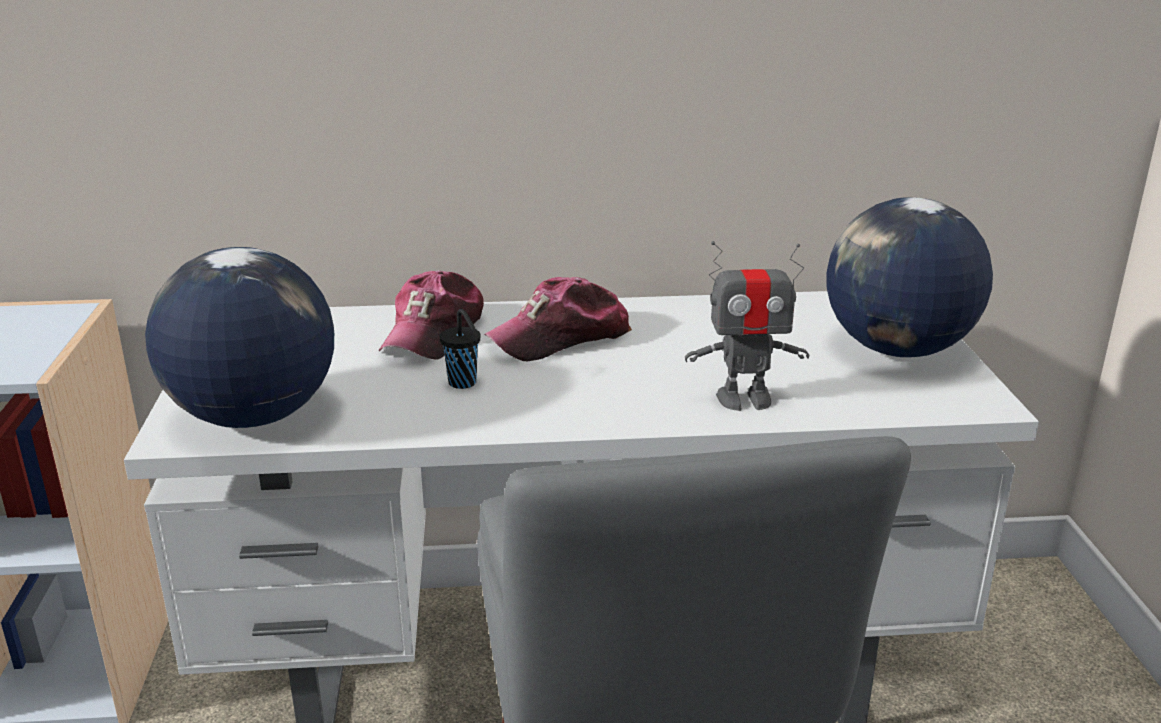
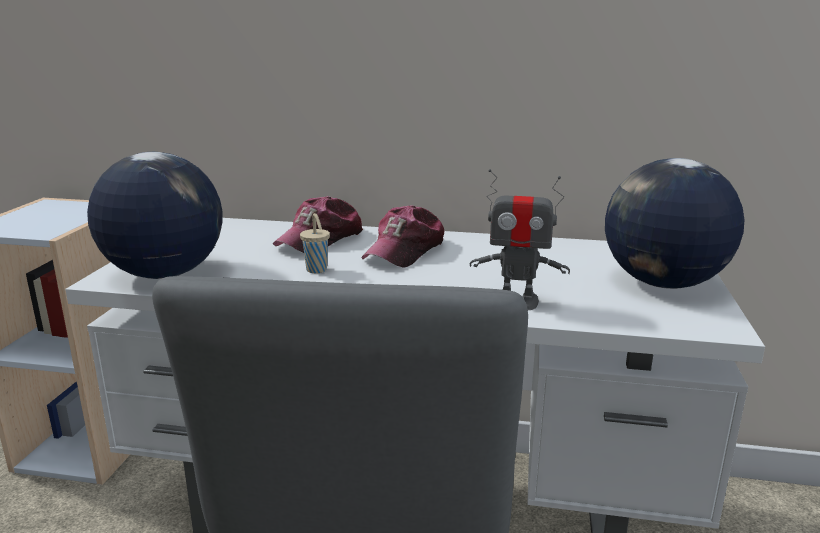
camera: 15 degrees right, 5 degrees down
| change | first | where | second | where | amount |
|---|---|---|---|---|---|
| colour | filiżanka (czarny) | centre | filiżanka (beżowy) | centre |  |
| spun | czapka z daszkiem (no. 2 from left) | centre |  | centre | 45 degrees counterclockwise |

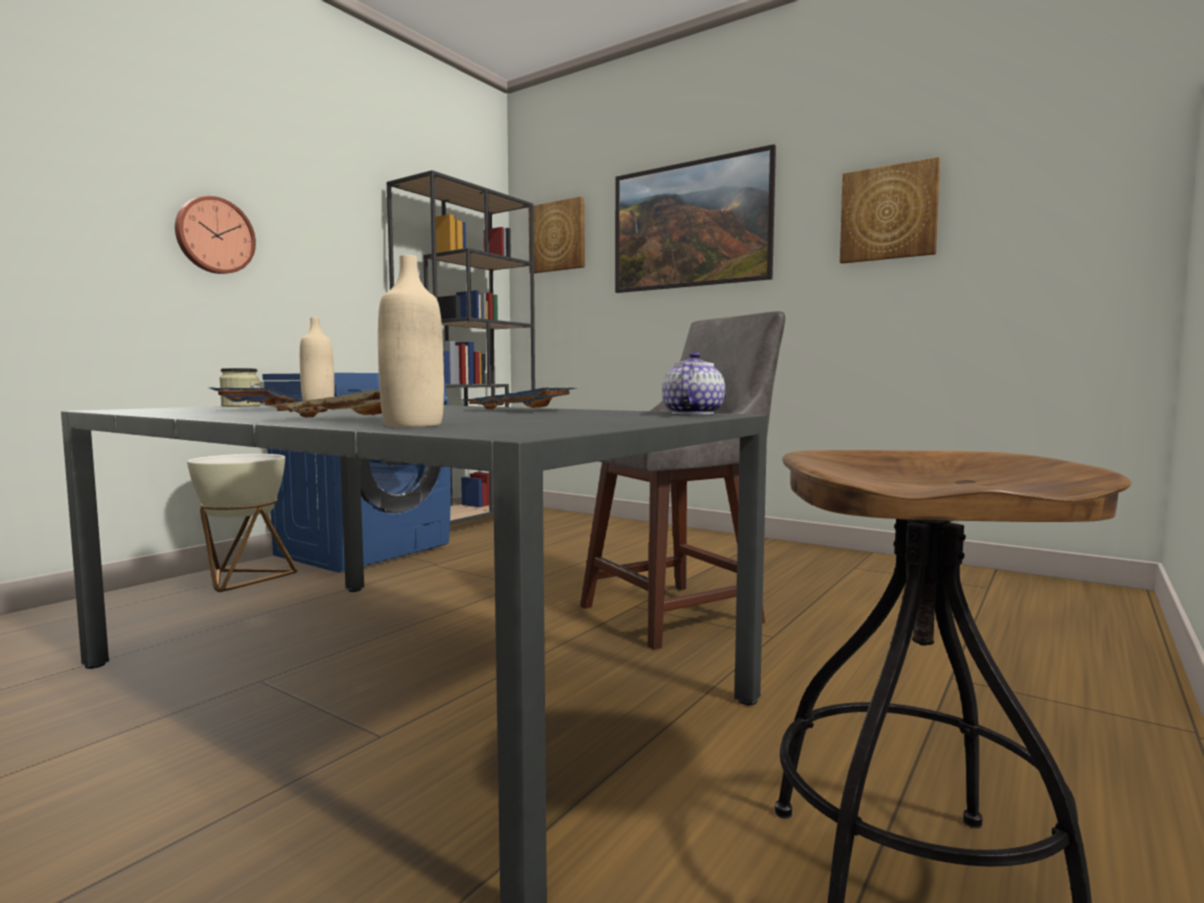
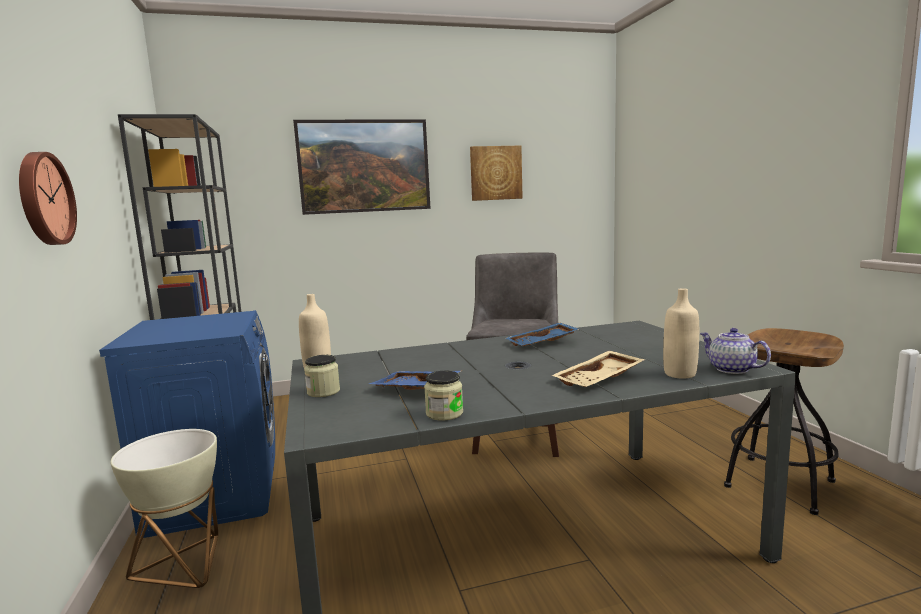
camera: 50 degrees left, 5 degrees up
| change | first | where | second | where | amount |
|---|---|---|---|---|---|
| missing | obraz (no. 1 from left) | top centre |  |  |  |
| relocated | imbryk | centre |  | middle right |  |
| appeared |  |  | słoik (no. 2 from left) | centre |  |

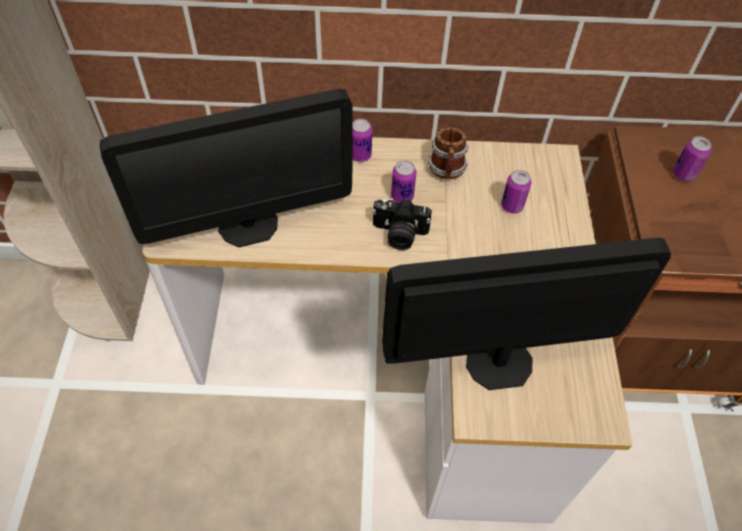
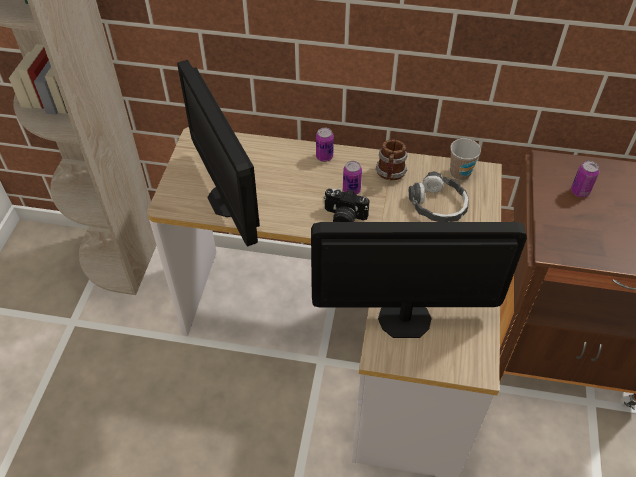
camera: 10 degrees right, 5 degrees down
| change | first | where | second | where | amount |
|---|---|---|---|---|---|
| spun | monitor (no. 1 from left) | top left |  | top centre | 75 degrees clockwise |
| exchanged | puszka (no. 3 from left) | middle right | słuchawki | middle right |  |
| appeared |  |  | filiżanka | middle right |  |

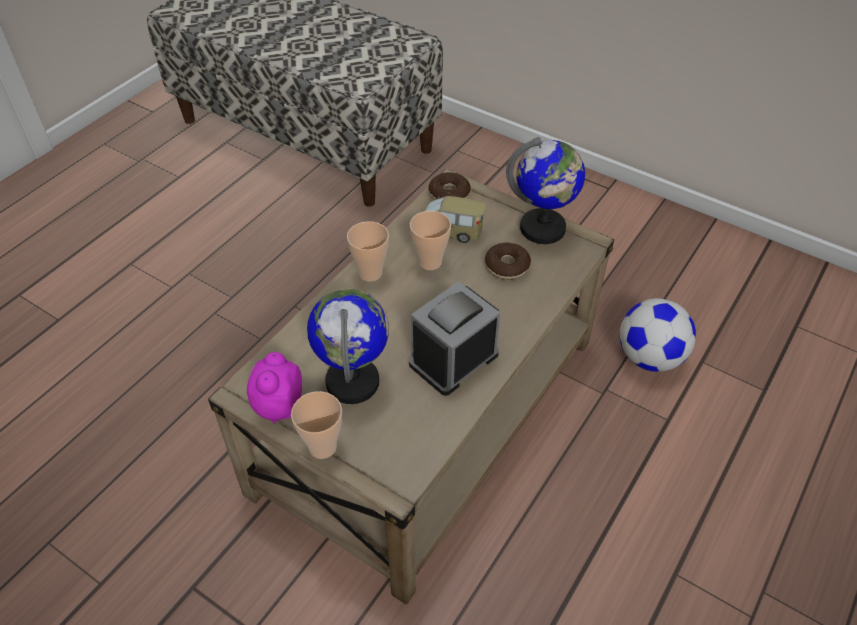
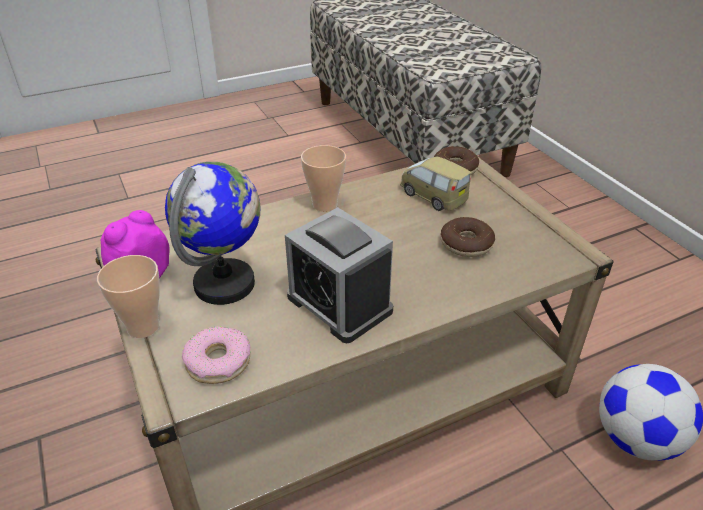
camera: 30 degrees right, 10 degrees down
| change | first | where | second | where | amount |
|---|---|---|---|---|---|
| spun | budzik (no. 2 from left) | centre |  | centre | 120 degrees counterclockwise |
| missing | filiżanka (no. 3 from left) | centre |  |  |  |
| missing | globus (no. 2 from left) | top centre |  |  |  |
| appeared |  |  | donut (no. 1 from left) | bottom left |  |

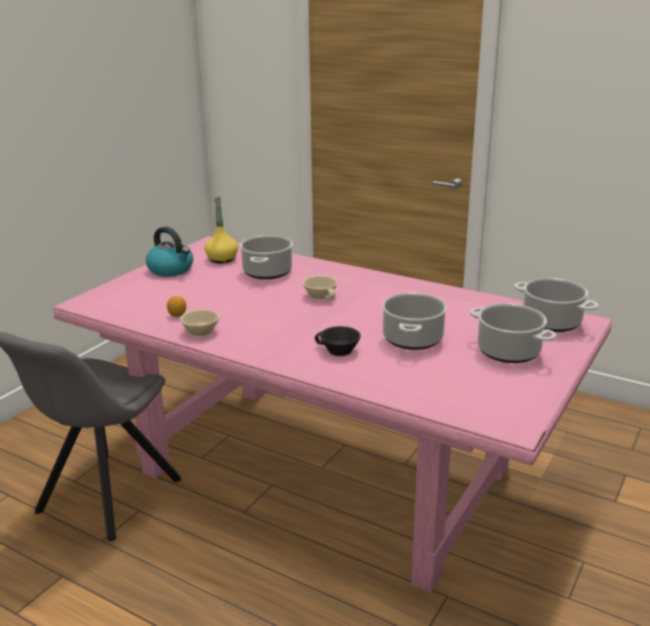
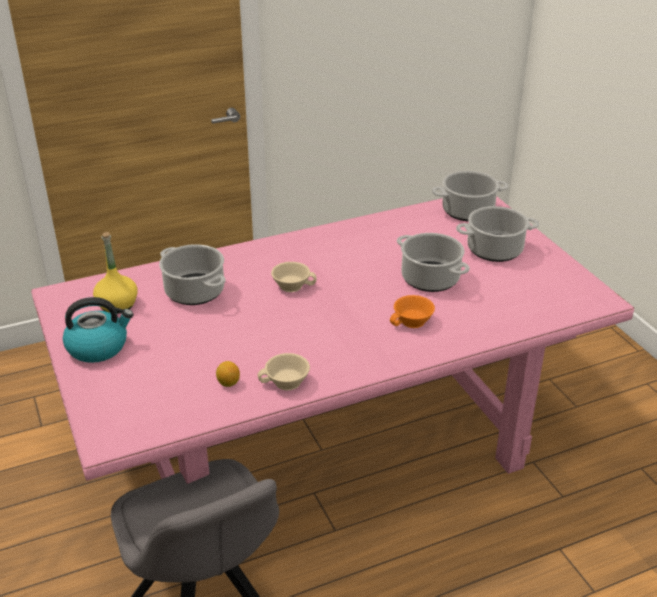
camera: 55 degrees left, 10 degrees up
| change | first | where | second | where | amount |
|---|---|---|---|---|---|
| colour | filiżanka (czarny) | centre | filiżanka (pomarańczowy) | centre |  |

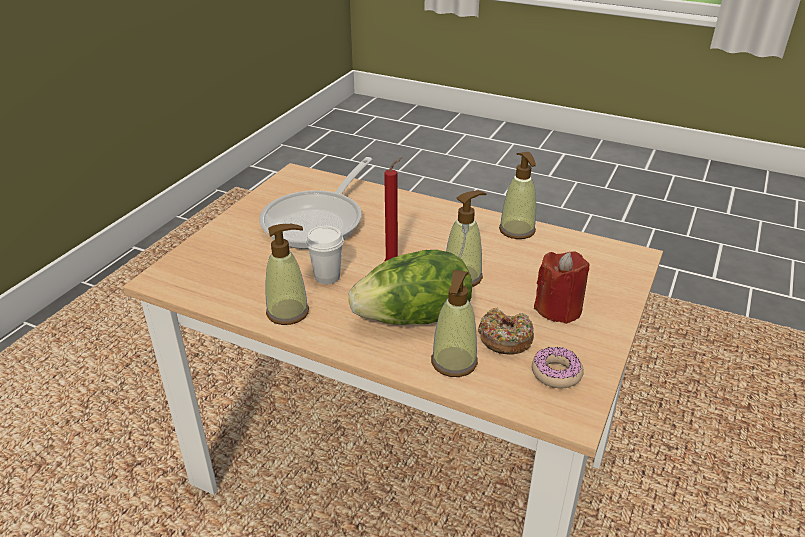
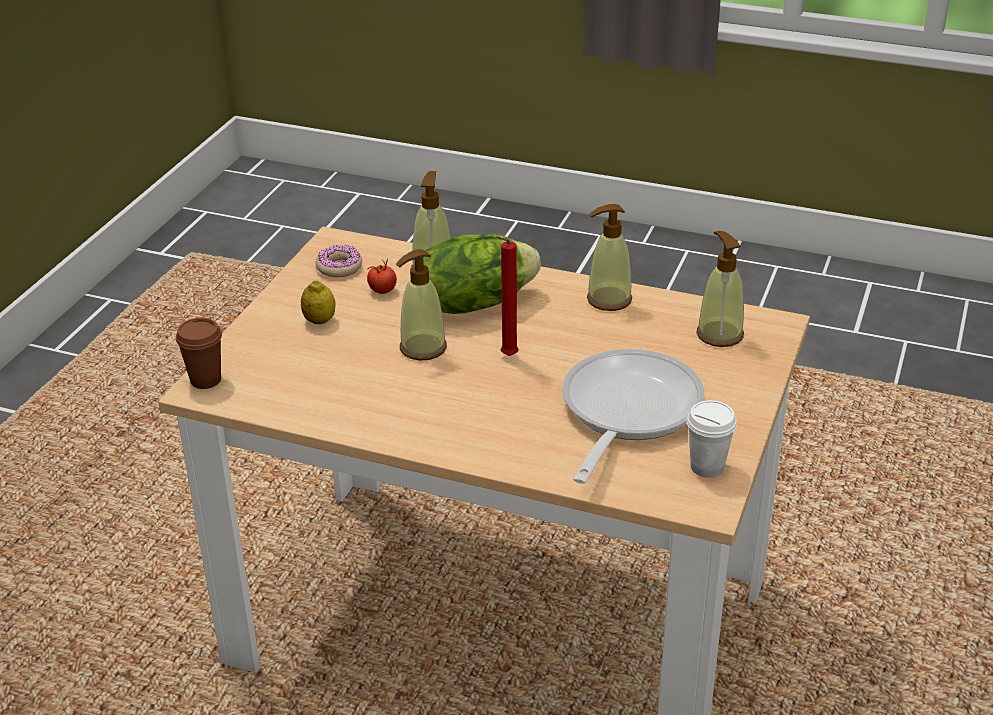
camera: 175 degrees right, 0 degrees up
| change | first | where | second | where | amount |
|---|---|---|---|---|---|
| relocated | filiżanka (biały) | centre |  | middle right |  |
| exchanged | donut (no. 1 from left) | centre | pomidor | centre |  |
| relocated | dozownik mydła (no. 4 from left) | centre |  | middle right |  |
| exchanged | świeca (czerwony) (no. 2 from left) | middle right | cytryna | middle left |  |
| appeared |  |  | filiżanka (brązowy) | middle left |  |

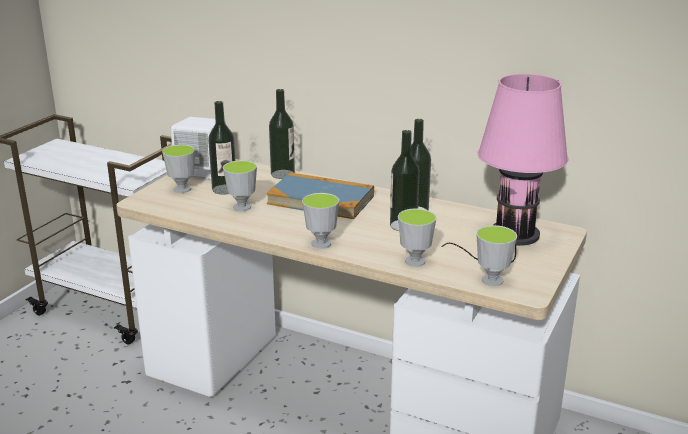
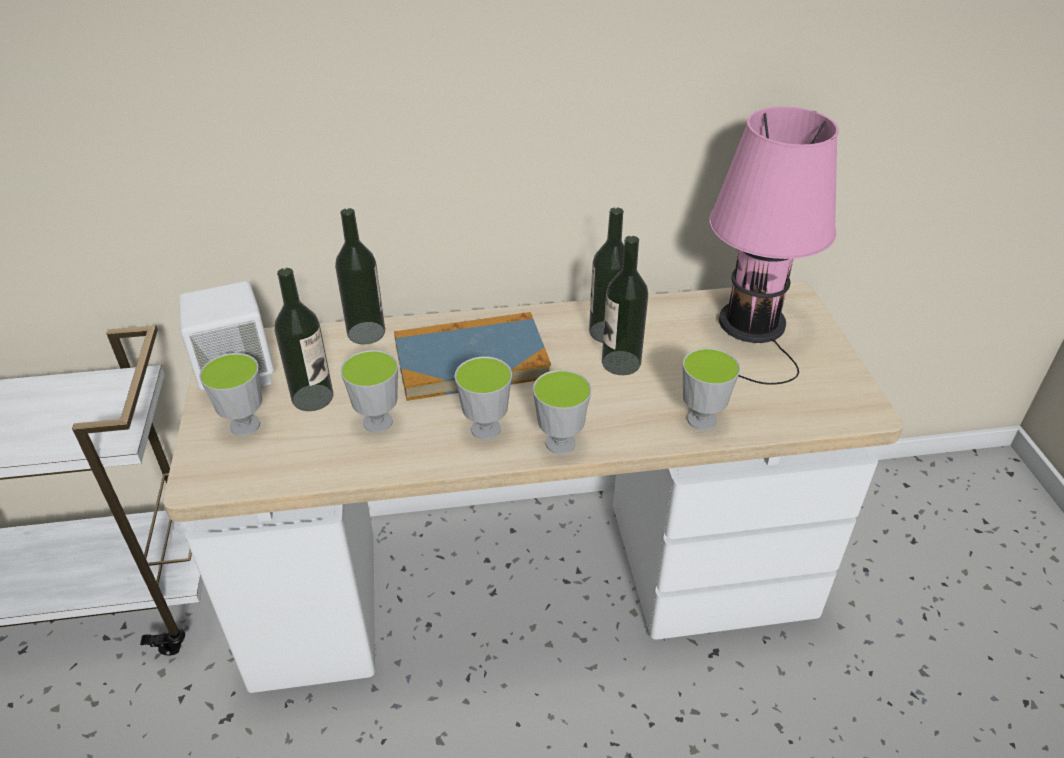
camera: 35 degrees left, 15 degrees up
| change | first | where | second | where | amount |
|---|---|---|---|---|---|
| relocated | filiżanka (no. 5 from left in the first image) | middle right | filiżanka (no. 3 from left) | centre |  |

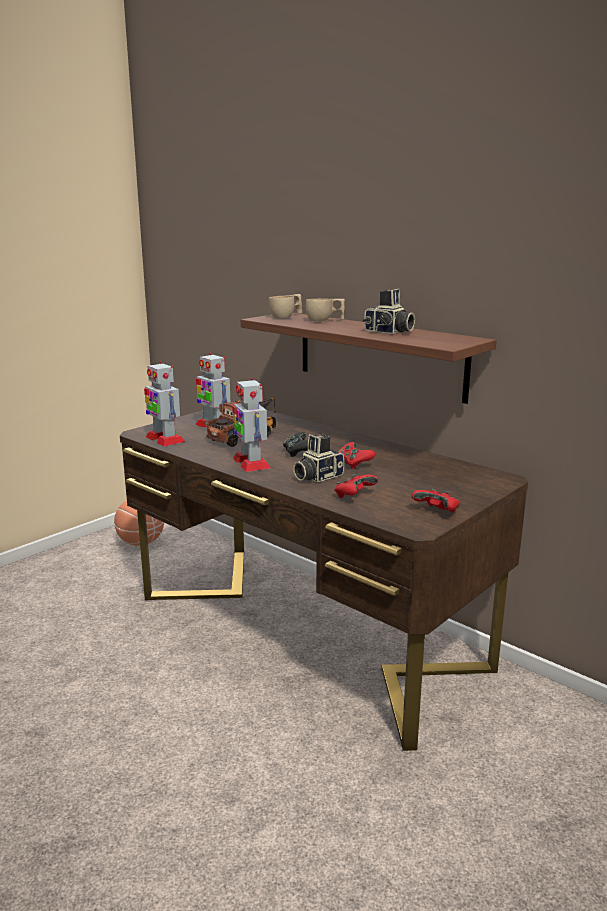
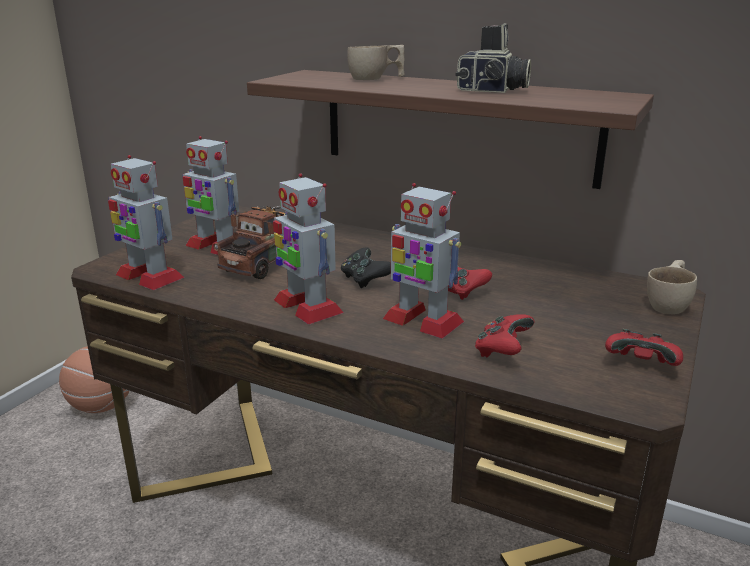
camera: 15 degrees left, 5 degrees up
| change | first | where | second | where | amount |
|---|---|---|---|---|---|
| relocated | filiżanka (beżowy) (no. 1 from left in the first image) | centre | filiżanka (beżowy) (no. 2 from left) | middle right |  |
| exchanged | aparat fotograficzny (no. 1 from left) | centre | robot zabawkowy (no. 4 from left) | centre |  |

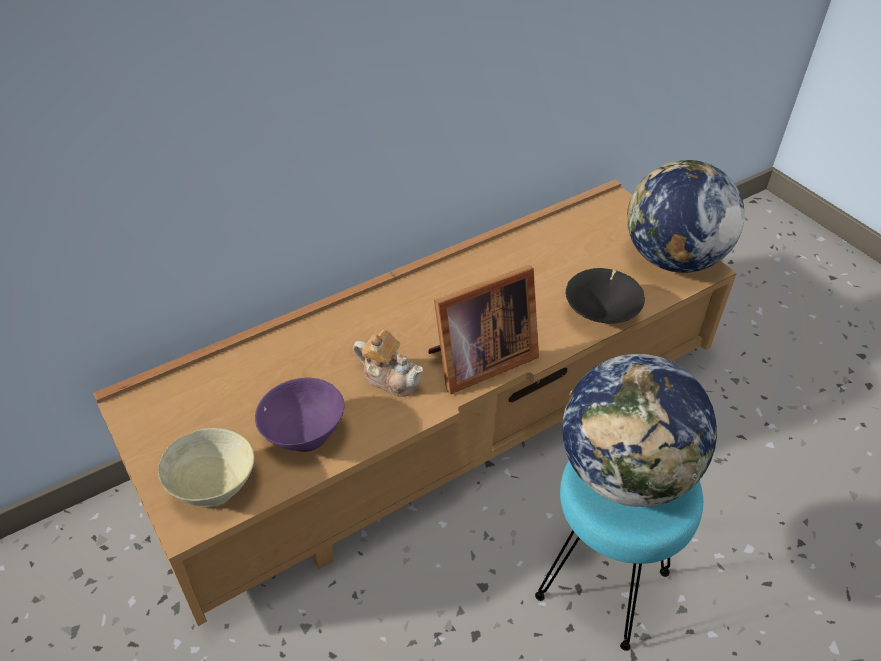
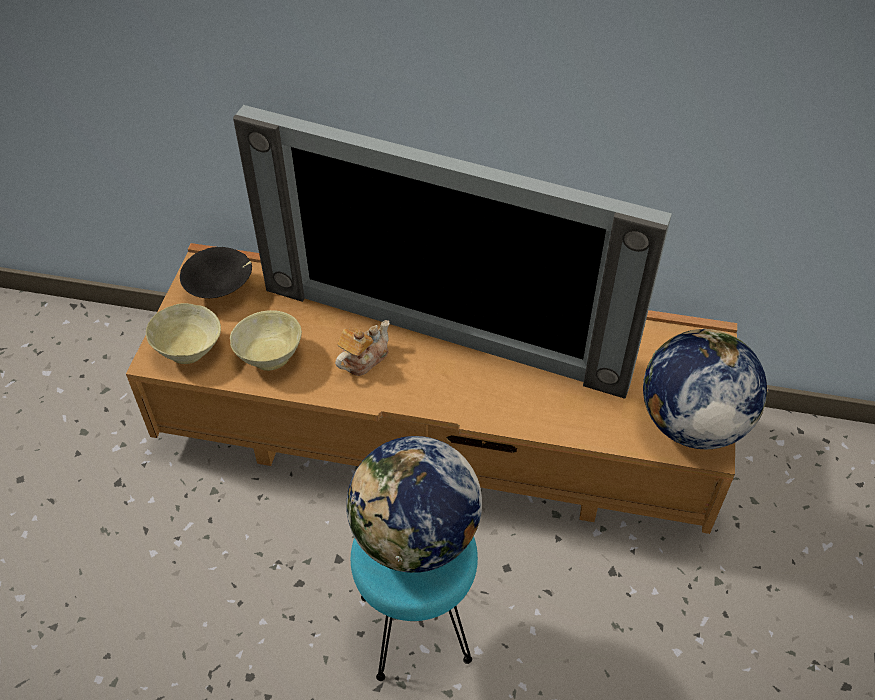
camera: 45 degrees right, 5 degrees up
| change | first | where | second | where | amount |
|---|---|---|---|---|---|
| colour | miska (fioletowy) | centre | miska (beżowy) (no. 2 from left) | middle left |  |
| spun | imbryk | centre |  | centre | 120 degrees counterclockwise |
| missing | ramka na zdjęcie | centre |  |  |  |
| relocated | miska (czarny) | middle right |  | middle left |  |
| appeared |  |  | telewizor | centre |  |

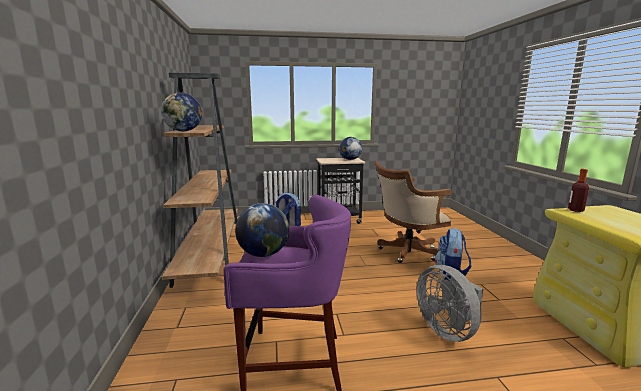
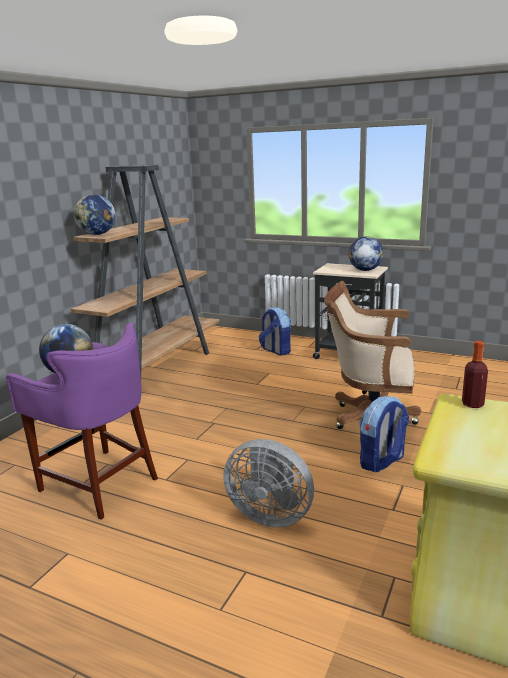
camera: 35 degrees right, 5 degrees up
| change | first | where | second | where | amount |
|---|---|---|---|---|---|
| spun | wentylator (szary) | bottom right |  | bottom centre | 75 degrees counterclockwise |

